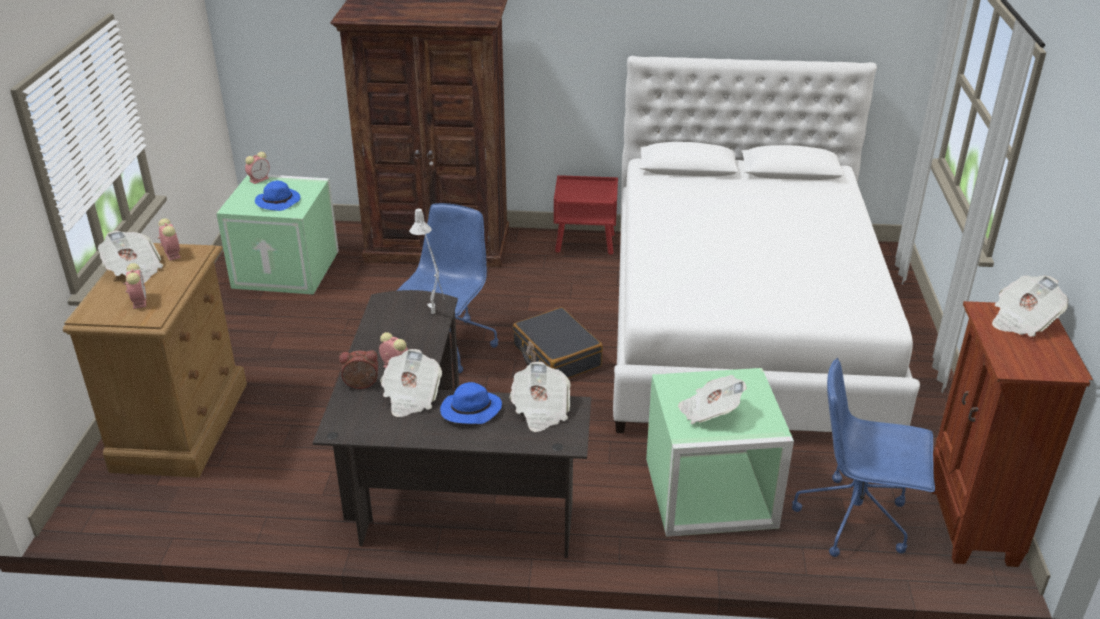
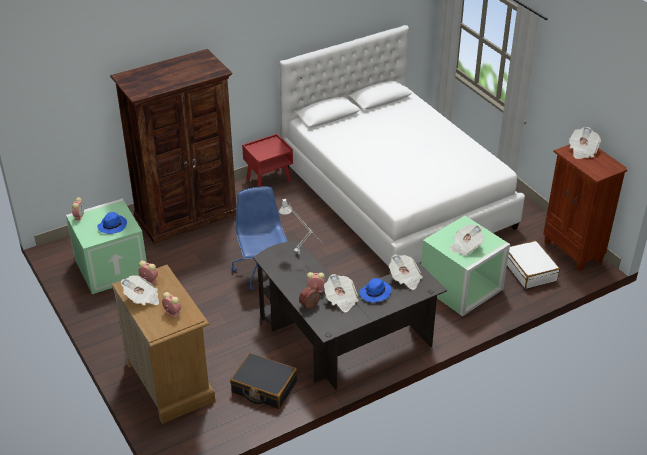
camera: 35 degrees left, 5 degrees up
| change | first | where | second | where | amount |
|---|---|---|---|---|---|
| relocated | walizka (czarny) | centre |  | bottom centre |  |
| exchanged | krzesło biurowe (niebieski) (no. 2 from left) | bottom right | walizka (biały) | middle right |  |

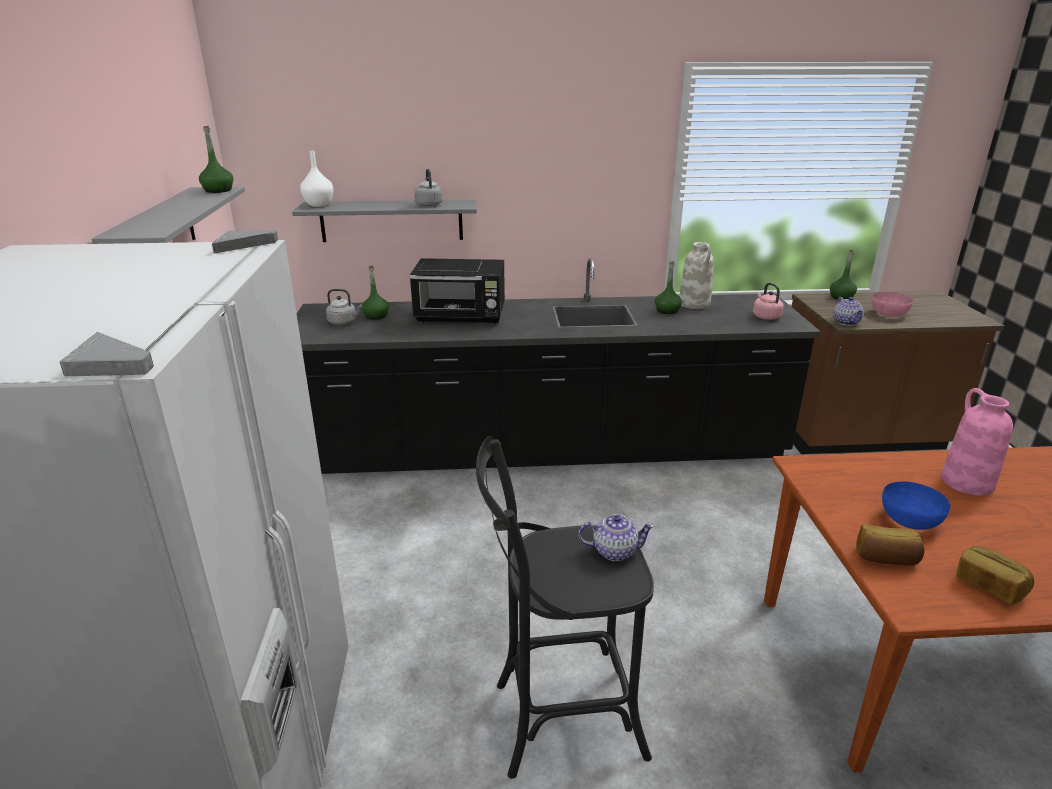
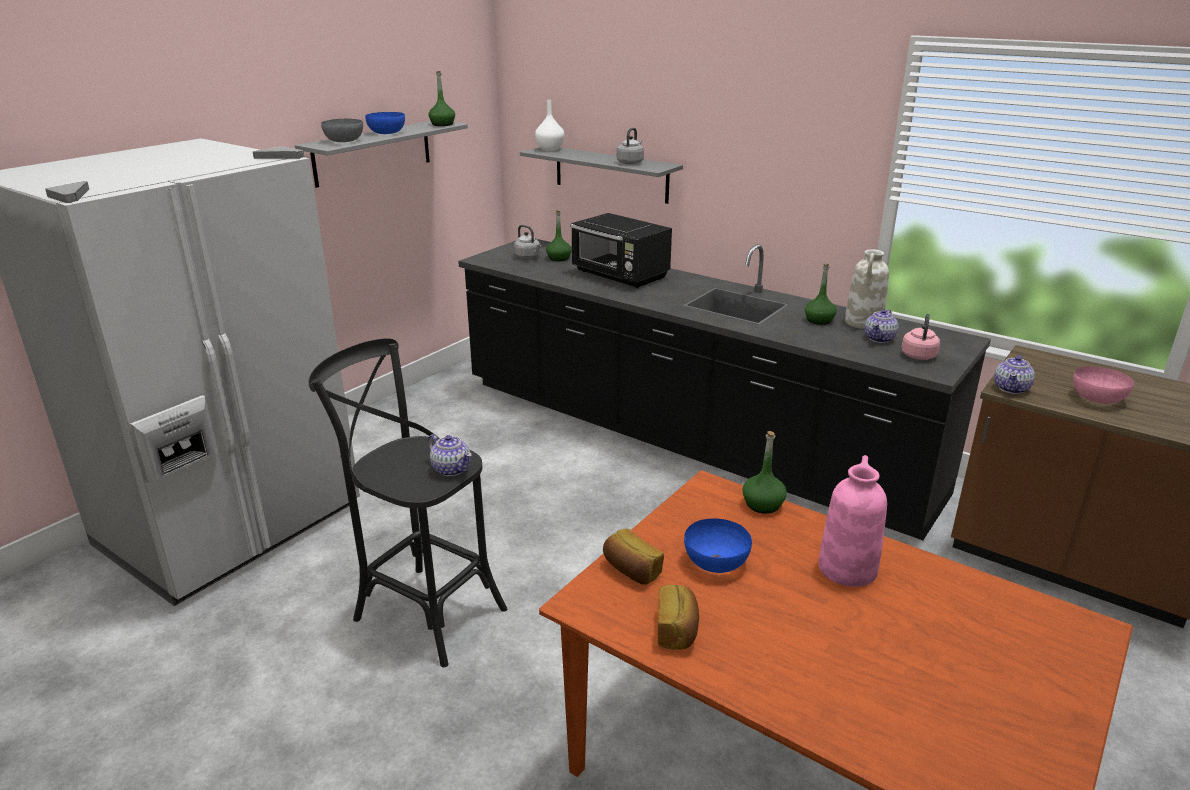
camera: 40 degrees right, 0 degrees up
| change | first | where | second | where | amount |
|---|---|---|---|---|---|
| relocated | butelka (zielony) (no. 4 from left in the first image) | middle right | butelka (zielony) (no. 3 from left) | centre |  |
| appeared |  |  | miska (szary) | top left |  |
| appeared |  |  | miska (niebieski) (no. 1 from left) | top left |  |
| appeared |  |  | imbryk (no. 2 from left) | middle right |  |

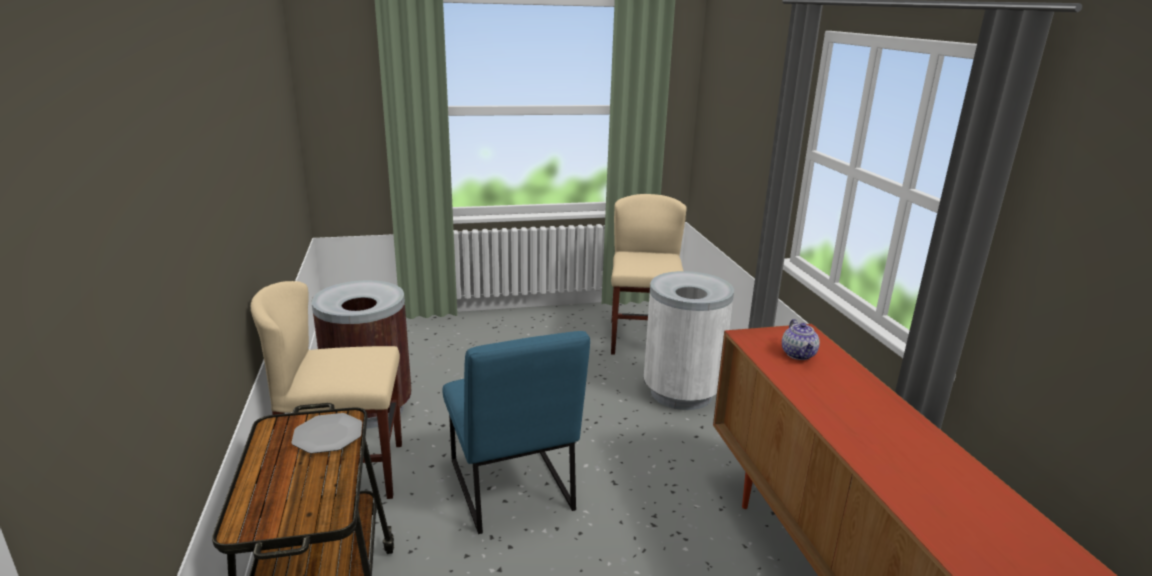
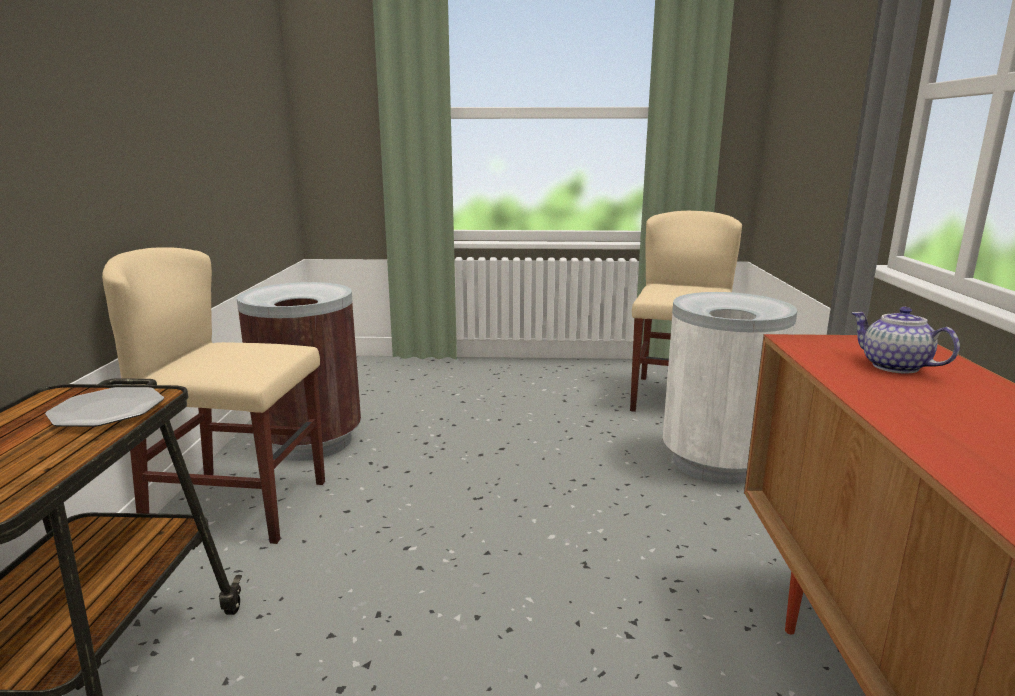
camera: 15 degrees right, 5 degrees down
| change | first | where | second | where | amount |
|---|---|---|---|---|---|
| missing | krzesło (niebieski) | bottom centre |  |  |  |
| spun | imbryk | middle right |  | middle right | 135 degrees clockwise |

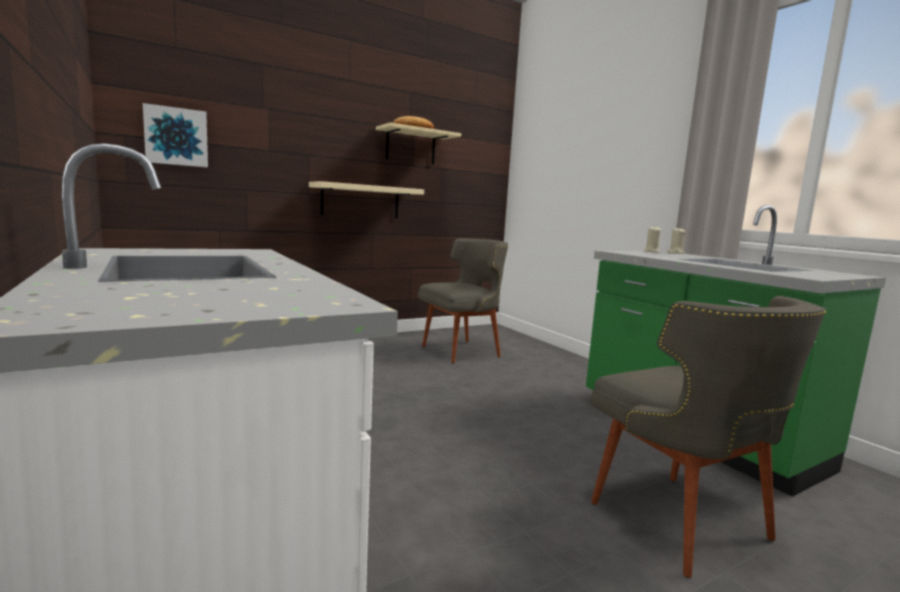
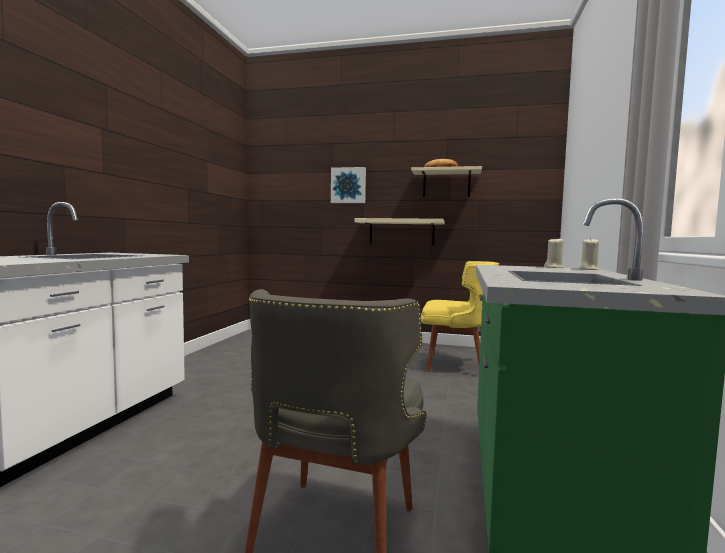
camera: 45 degrees right, 5 degrees down
| change | first | where | second | where | amount |
|---|---|---|---|---|---|
| relocated | obraz | top left |  | centre |  |
| colour | krzesło (szary) (no. 1 from left) | centre | krzesło (żółty) | centre |  |

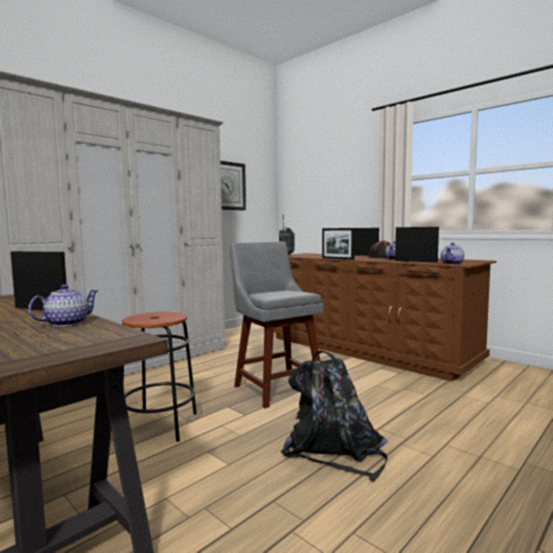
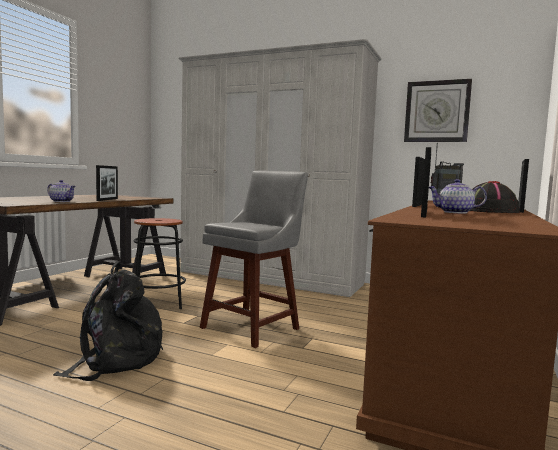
camera: 70 degrees right, 0 degrees up
| change | first | where | second | where | amount |
|---|---|---|---|---|---|
| missing | imbryk (no. 3 from left) | middle right |  |  |  |

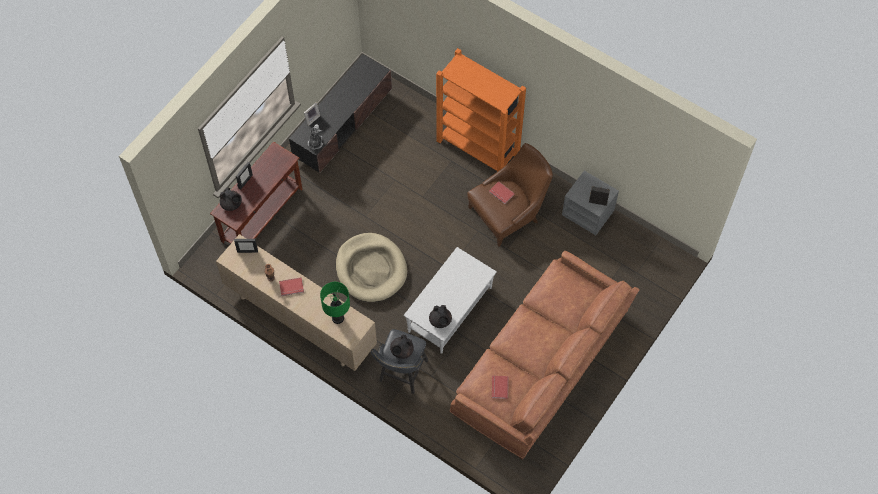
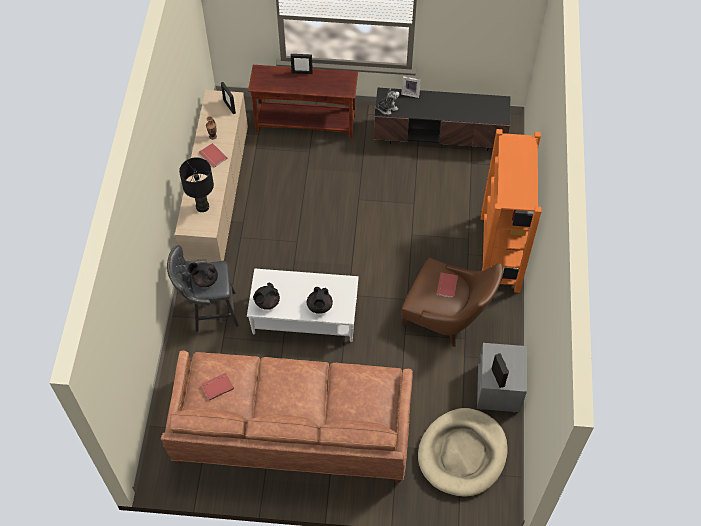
camera: 60 degrees right, 5 degrees down
| change | first | where | second | where | amount |
|---|---|---|---|---|---|
| relocated | imbryk (czarny) (no. 1 from left in the first image) | middle left | imbryk (czarny) (no. 3 from left) | centre |  |
| colour | lampa stołowa (zielony) | centre | lampa stołowa (czarny) | middle left |  |
| relocated | legowisko (beżowy) | centre |  | bottom centre |  |

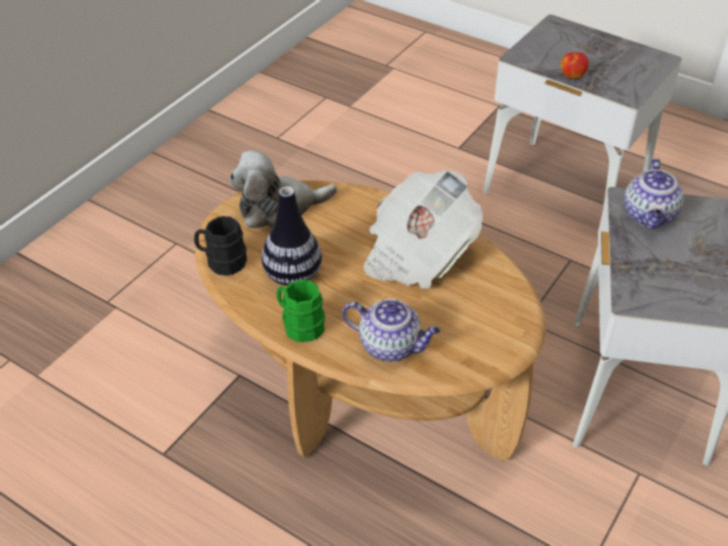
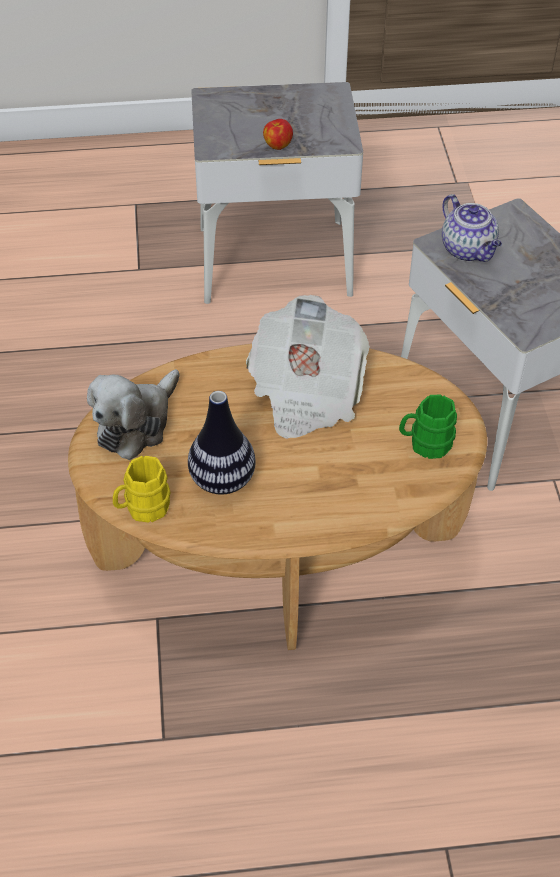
camera: 40 degrees left, 5 degrees up
| change | first | where | second | where | amount |
|---|---|---|---|---|---|
| colour | kubek (czarny) | middle left | kubek (żółty) | middle left |  |
| relocated | kubek (zielony) | centre |  | middle right |  |
| missing | imbryk (no. 1 from left) | centre |  |  |  |

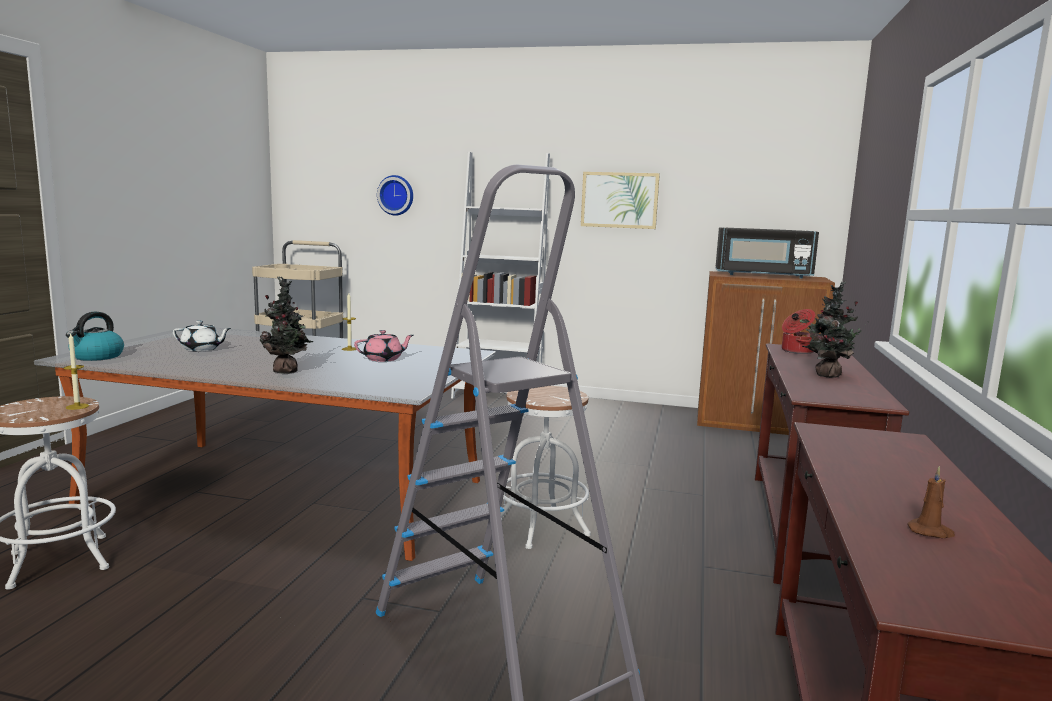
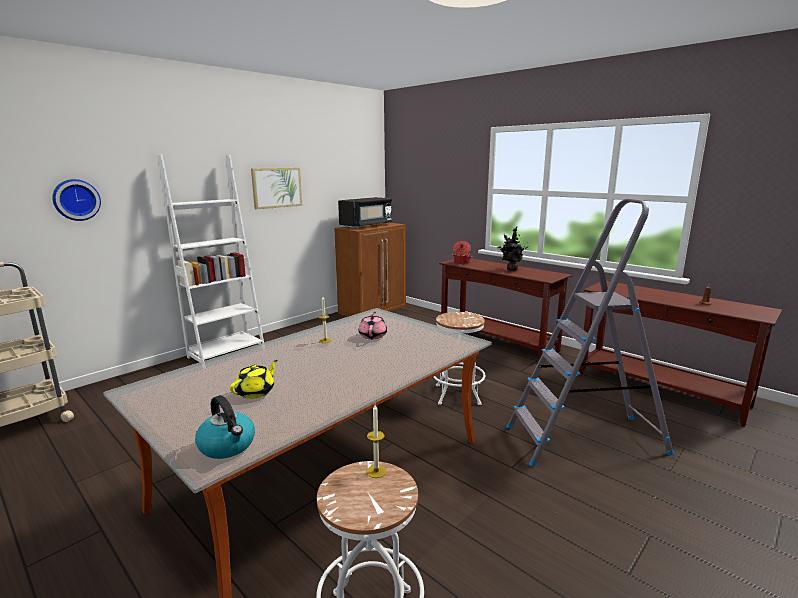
camera: 60 degrees left, 5 degrees up
| change | first | where | second | where | amount |
|---|---|---|---|---|---|
| colour | imbryk (biały) | middle left | imbryk (żółty) | middle left |  |
| missing | roślina doniczkowa (no. 1 from left) | middle left |  |  |  |

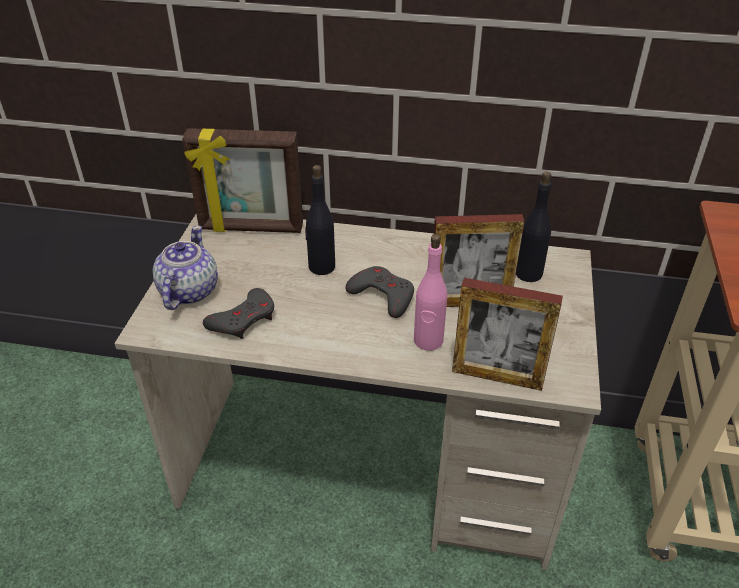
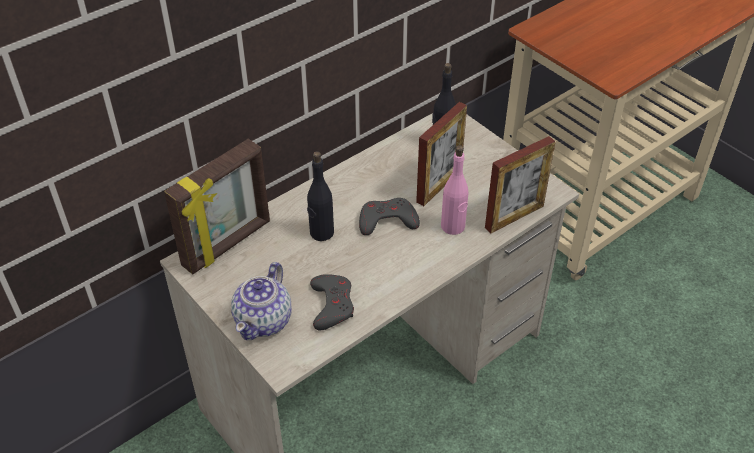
camera: 50 degrees left, 5 degrees up
| change | first | where | second | where | amount |
|---|---|---|---|---|---|
| spun | imbryk | middle left |  | centre | 120 degrees counterclockwise |

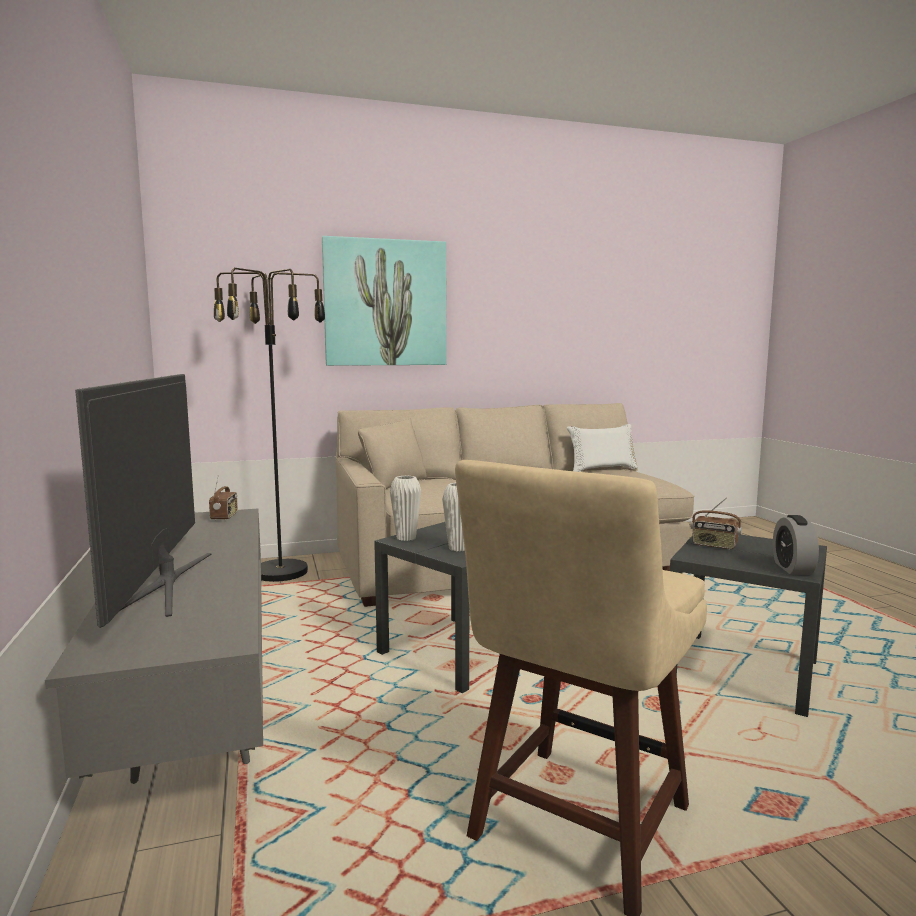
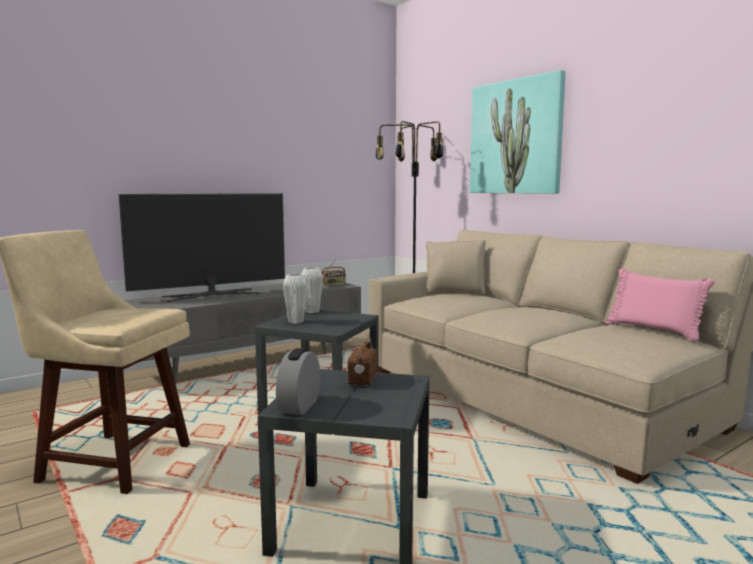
camera: 70 degrees right, 0 degrees up
| change | first | where | second | where | amount |
|---|---|---|---|---|---|
| colour | poduszka (biały) | centre | poduszka (różowy) | middle right |  |
| spun | budzik | middle right |  | bottom centre | 60 degrees counterclockwise |

